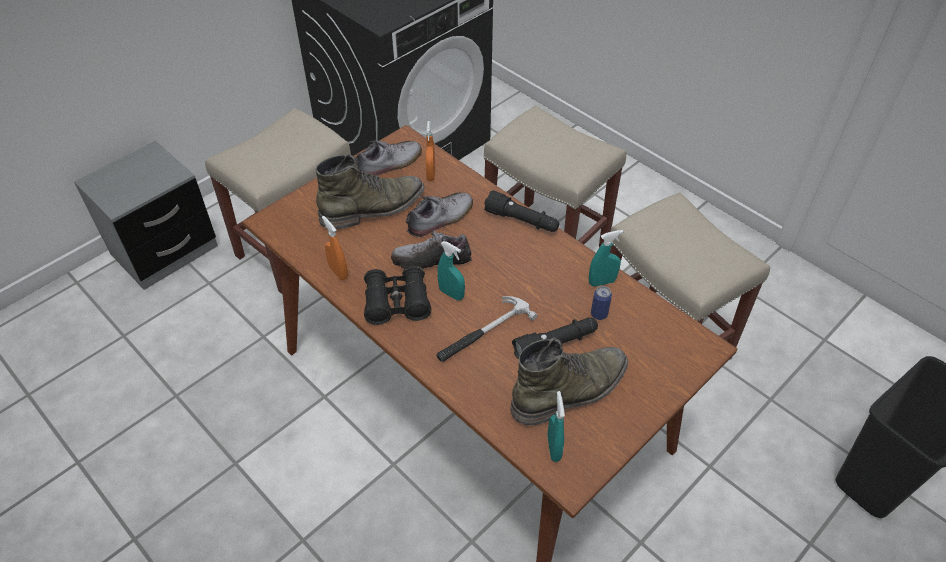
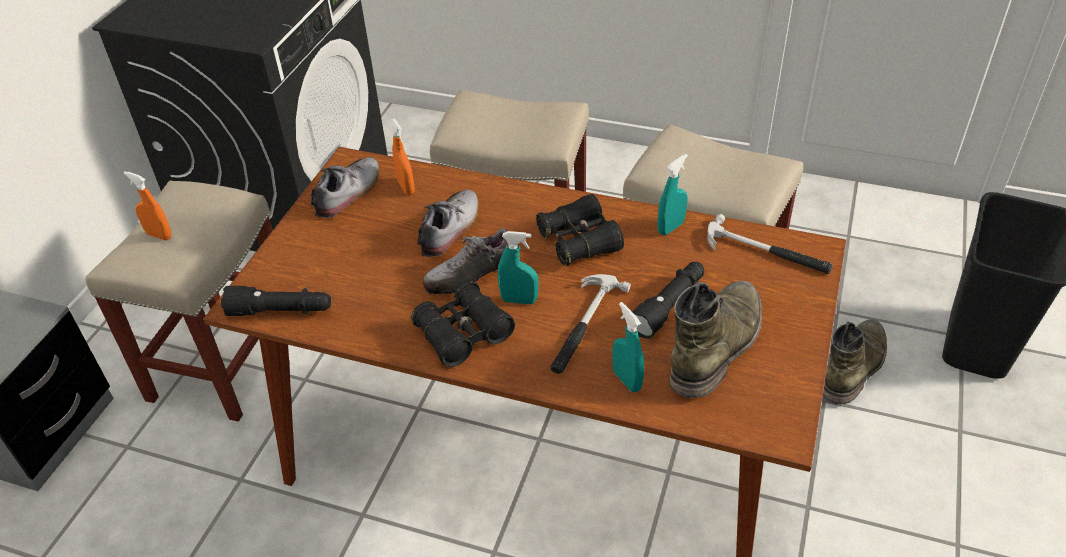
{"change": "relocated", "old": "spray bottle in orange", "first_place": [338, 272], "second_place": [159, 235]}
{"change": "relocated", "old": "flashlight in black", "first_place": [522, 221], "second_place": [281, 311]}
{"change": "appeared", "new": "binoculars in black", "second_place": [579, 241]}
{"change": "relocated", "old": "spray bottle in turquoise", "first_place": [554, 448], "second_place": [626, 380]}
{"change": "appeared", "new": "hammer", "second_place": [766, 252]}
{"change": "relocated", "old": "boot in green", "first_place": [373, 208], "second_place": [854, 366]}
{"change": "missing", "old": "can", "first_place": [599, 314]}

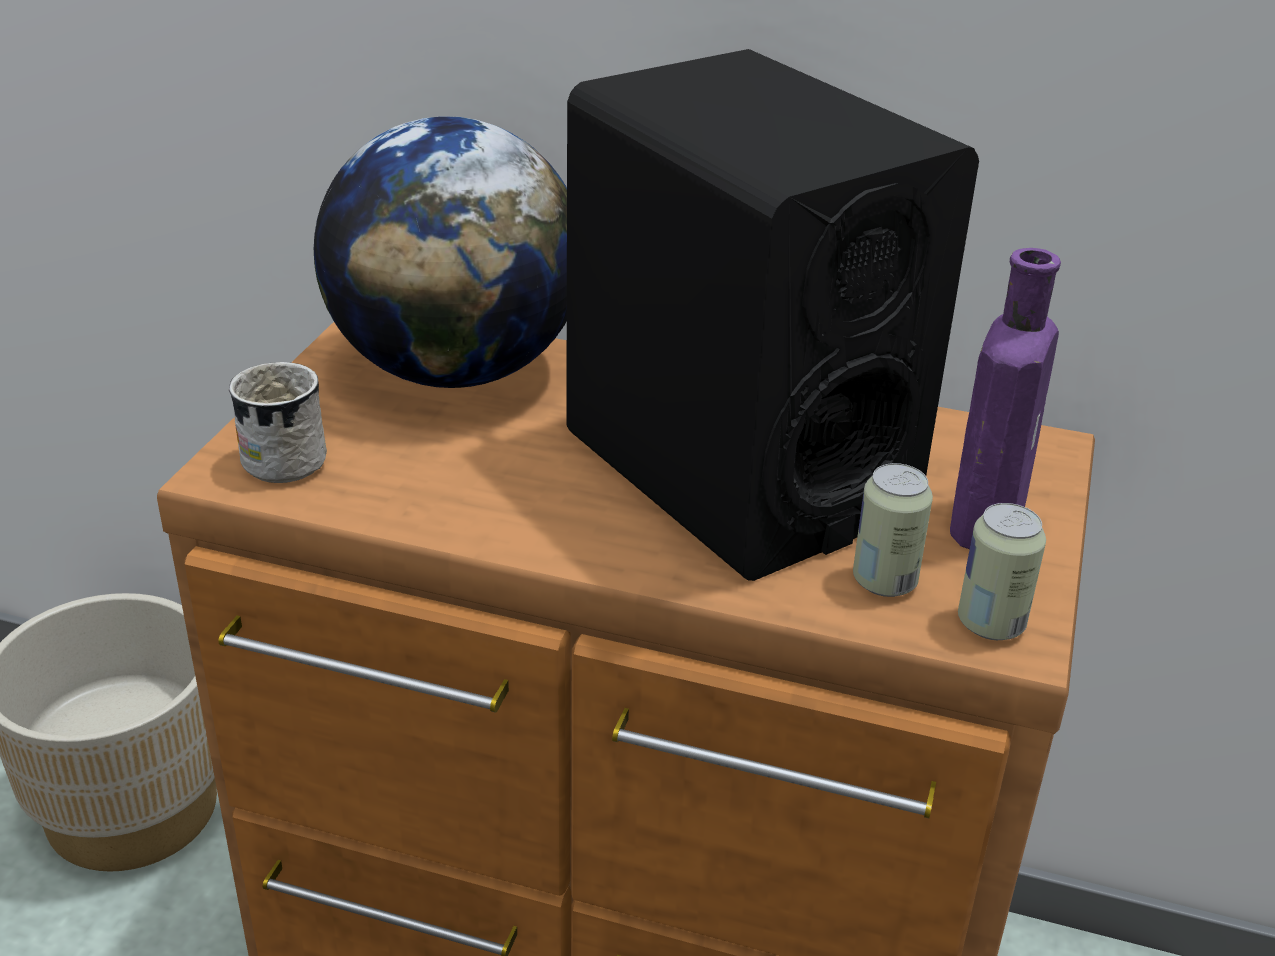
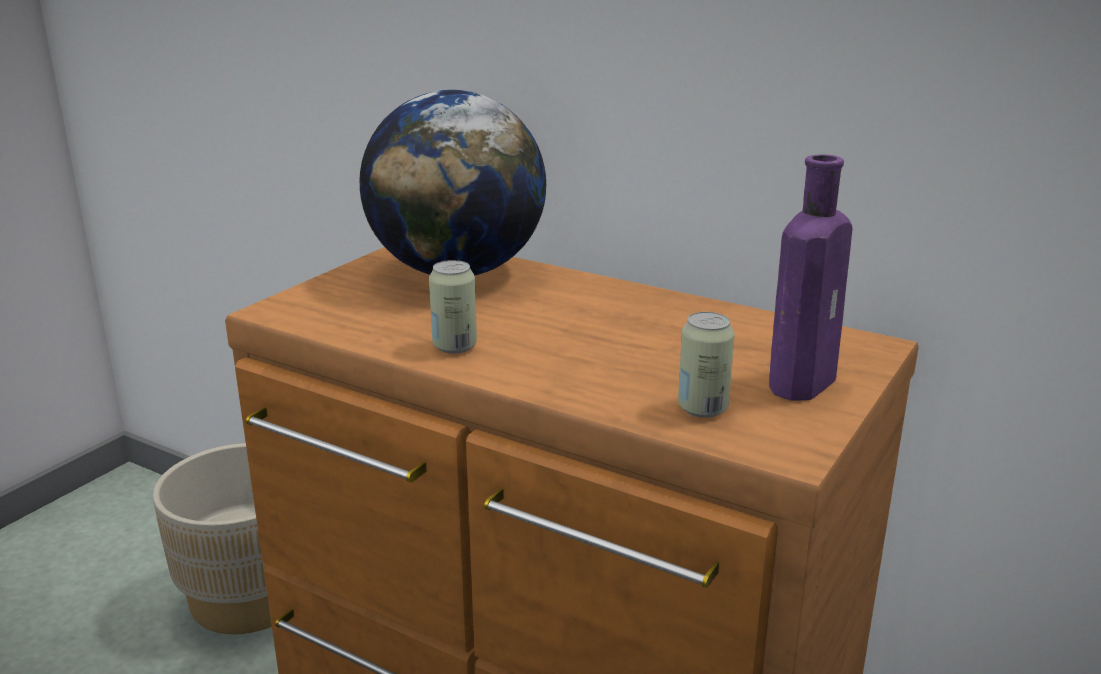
{"change": "relocated", "old": "can", "first_place": [990, 623], "second_place": [454, 346]}
{"change": "missing", "old": "mug in white", "first_place": [287, 455]}
{"change": "missing", "old": "speaker in black", "first_place": [736, 472]}

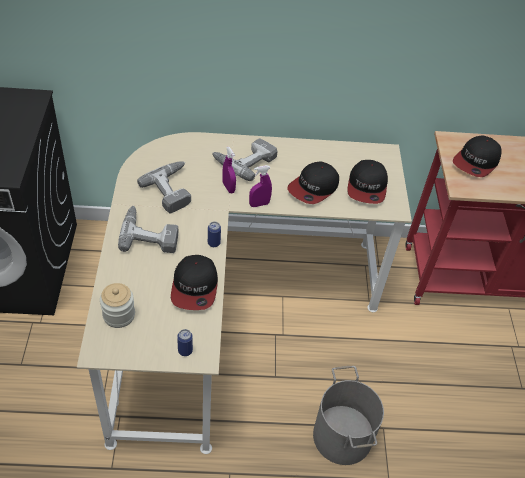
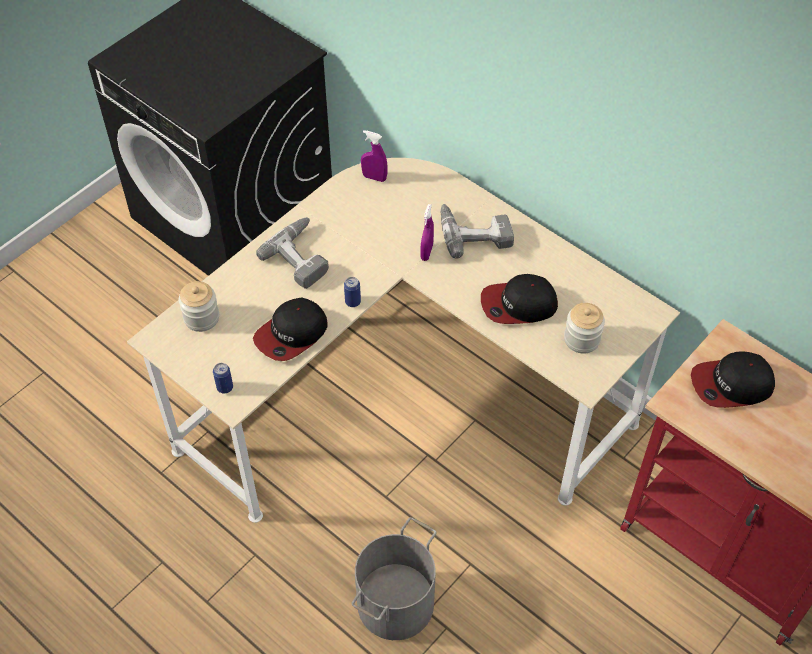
{"change": "relocated", "old": "spray bottle in purple", "first_place": [259, 204], "second_place": [374, 177]}
{"change": "exchanged", "old": "cap", "new": "jar", "first_place": [367, 187], "second_place": [581, 339]}
{"change": "missing", "old": "power drill", "first_place": [173, 189]}

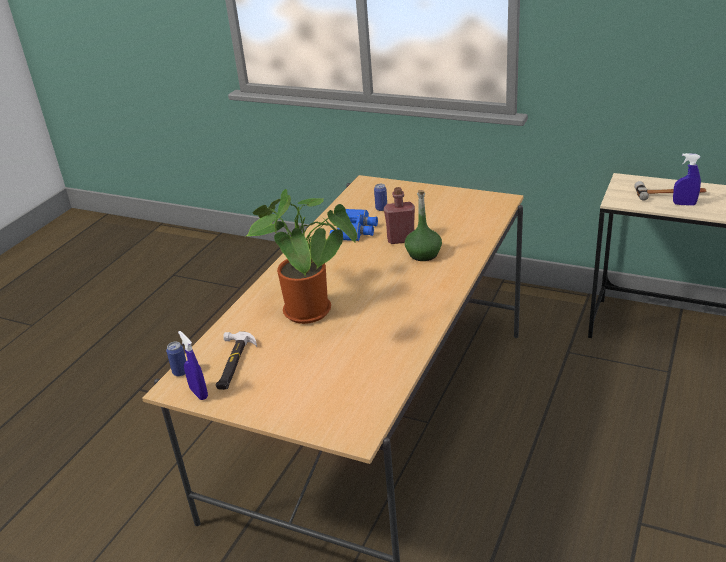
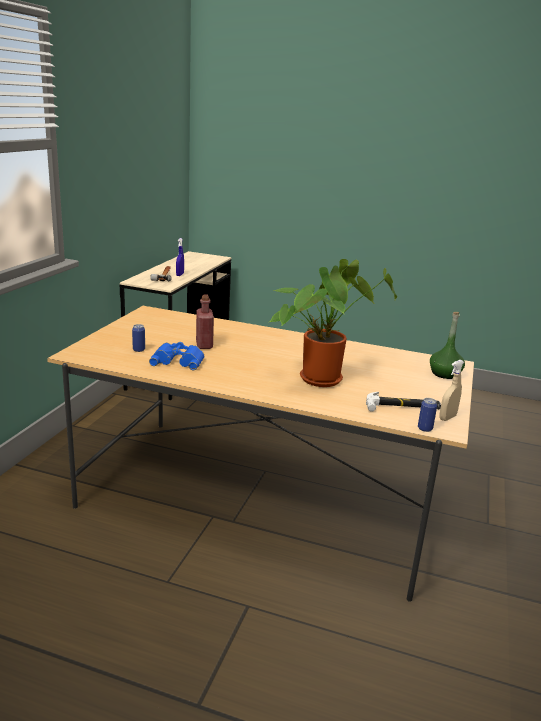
{"change": "relocated", "old": "bottle in green", "first_place": [423, 254], "second_place": [444, 374]}
{"change": "colour", "old": "spray bottle in blue", "new": "spray bottle in beige", "first_place": [199, 393], "second_place": [447, 418]}

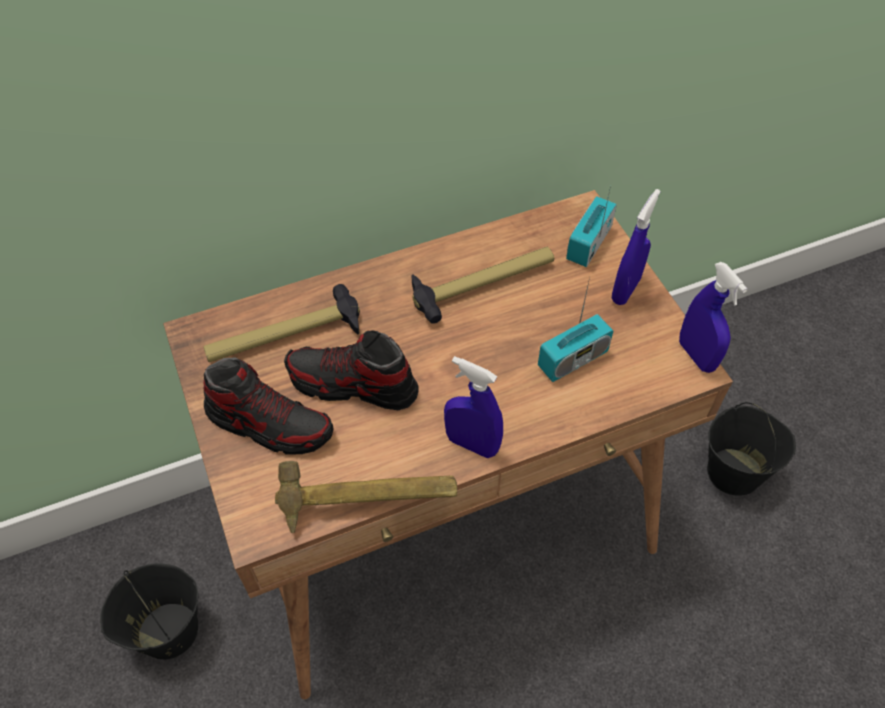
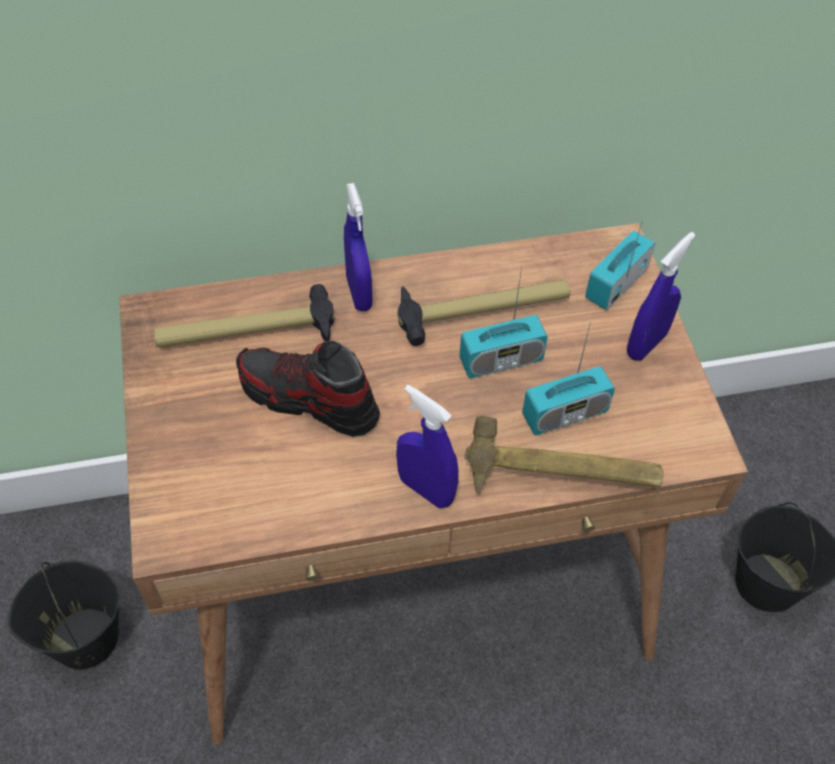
{"change": "relocated", "old": "spray bottle in blue", "first_place": [696, 355], "second_place": [359, 293]}
{"change": "appeared", "new": "radio", "second_place": [501, 360]}
{"change": "relocated", "old": "hammer", "first_place": [368, 504], "second_place": [559, 480]}
{"change": "missing", "old": "shoe", "first_place": [270, 424]}

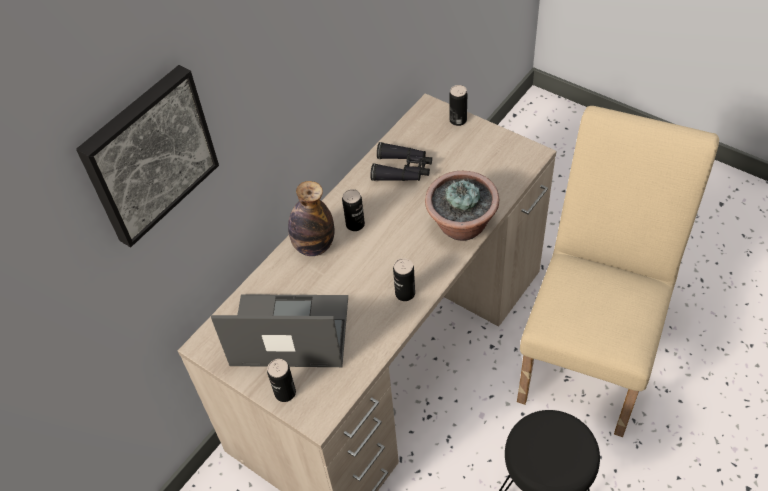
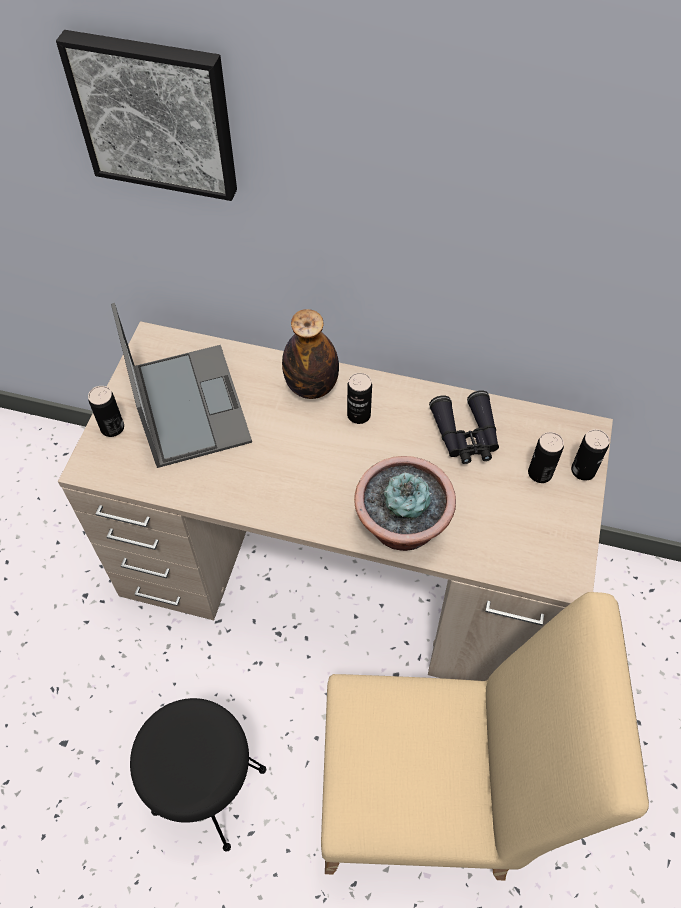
{"change": "relocated", "old": "can", "first_place": [405, 293], "second_place": [540, 473]}

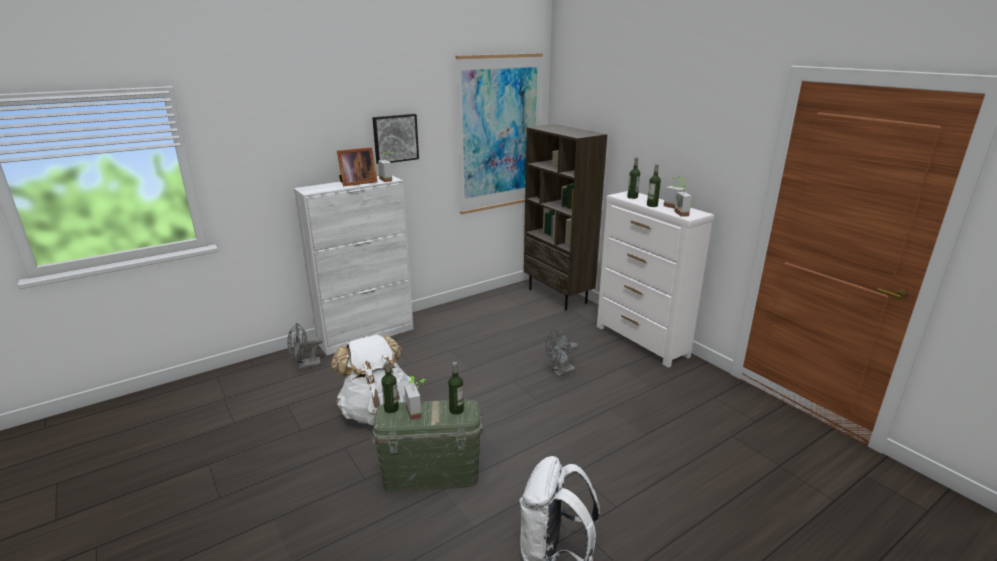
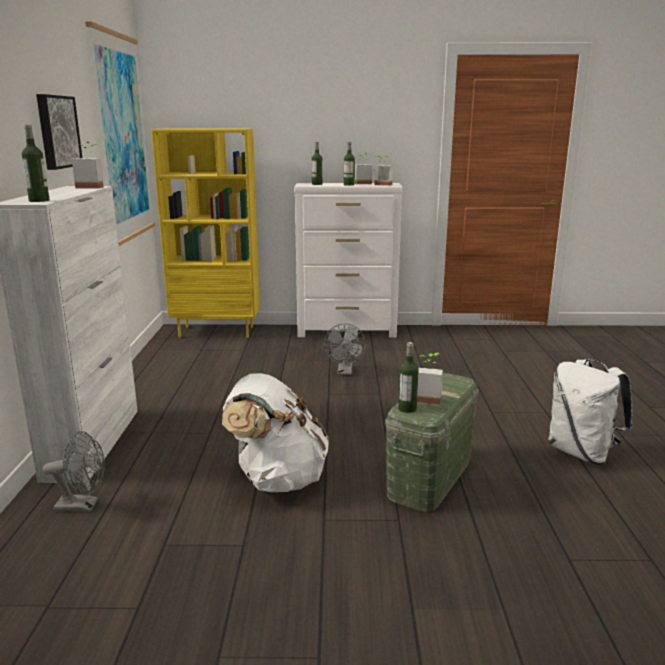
{"change": "relocated", "old": "bottle", "first_place": [456, 410], "second_place": [39, 200]}
{"change": "spun", "old": "fan in grey", "first_place": [305, 365], "second_place": [83, 505], "degrees": -105}
{"change": "colour", "old": "bookcase in brown", "new": "bookcase in yellow", "first_place": [558, 296], "second_place": [217, 331]}
{"change": "missing", "old": "picture frame", "first_place": [356, 183]}

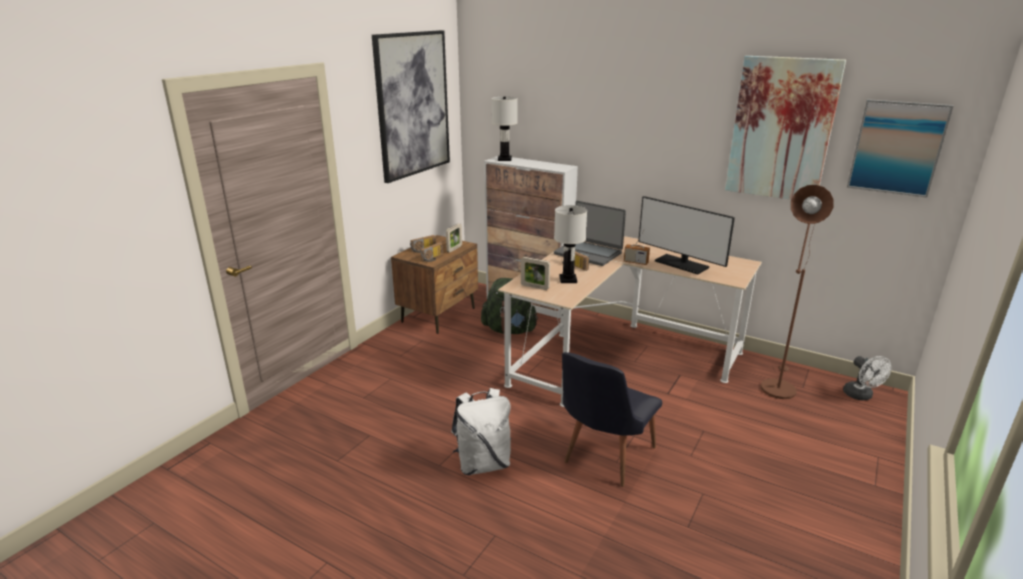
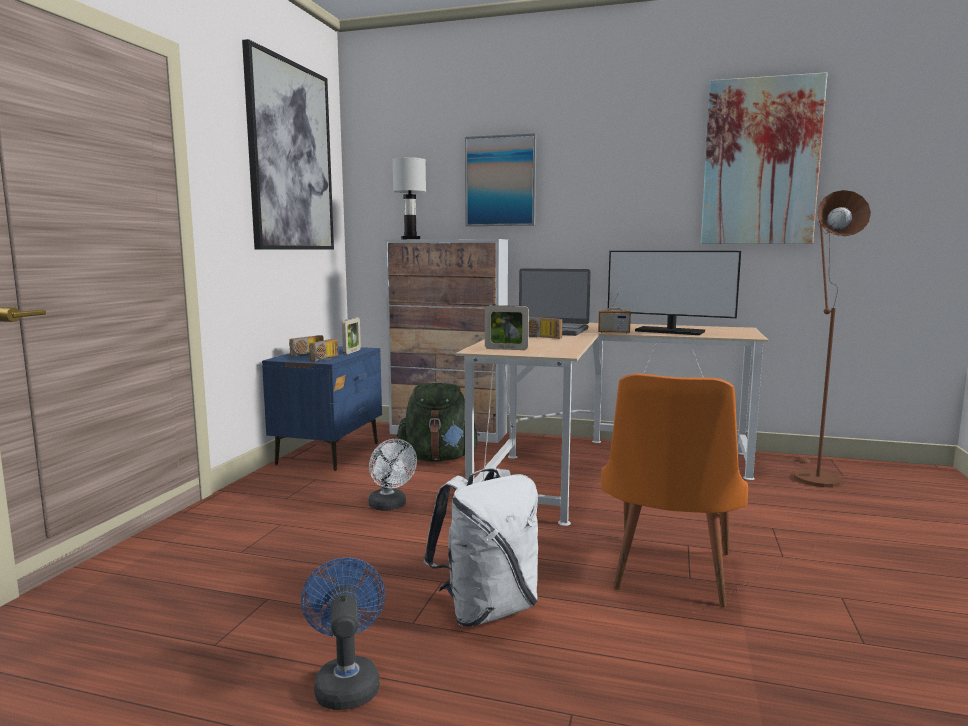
{"change": "colour", "old": "nightstand in brown", "new": "nightstand in blue", "first_place": [439, 315], "second_place": [329, 453]}
{"change": "appeared", "new": "fan in blue", "second_place": [346, 682]}
{"change": "relocated", "old": "fan in white", "first_place": [861, 396], "second_place": [390, 506]}
{"change": "relocated", "old": "picture", "first_place": [897, 147], "second_place": [500, 181]}
{"change": "colour", "old": "chair in black", "new": "chair in orange", "first_place": [603, 458], "second_place": [668, 576]}
{"change": "missing", "old": "table lamp in white", "first_place": [567, 280]}

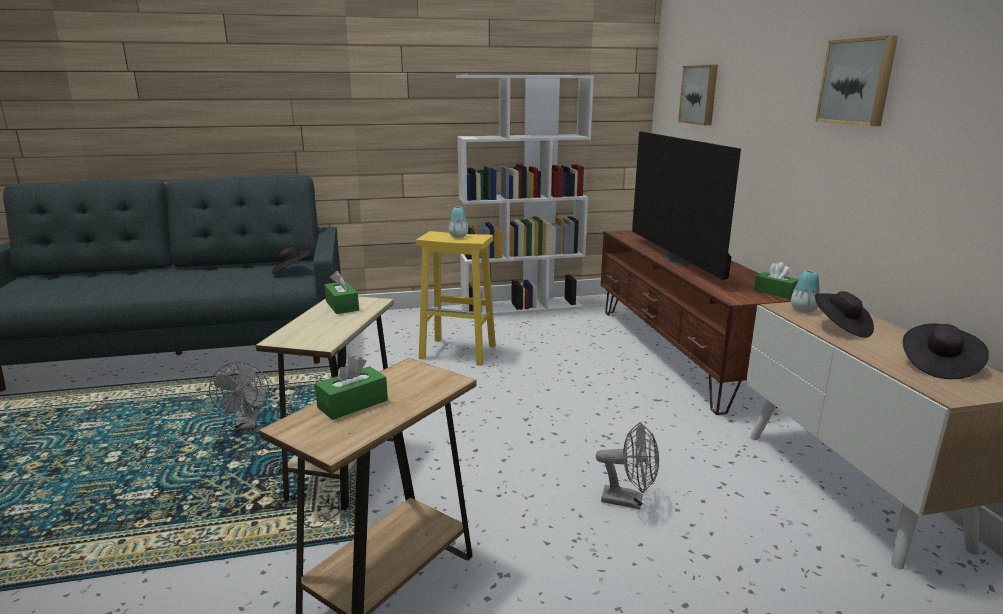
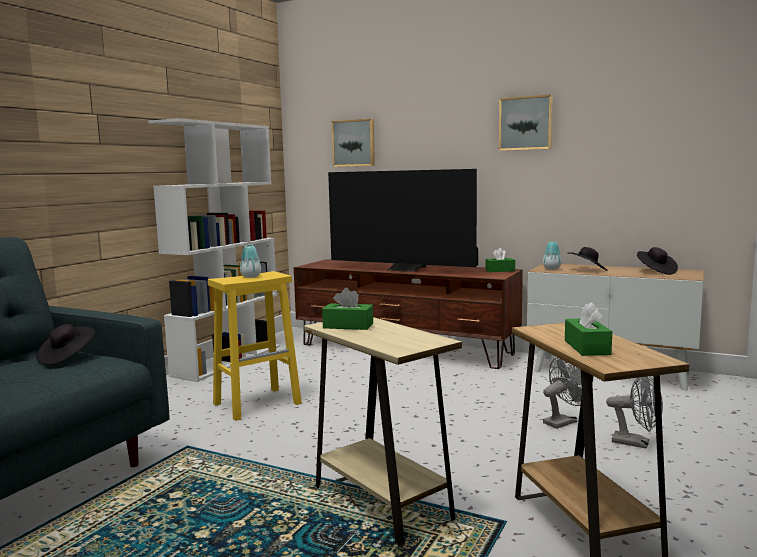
{"change": "relocated", "old": "fan in grey", "first_place": [247, 425], "second_place": [636, 443]}

